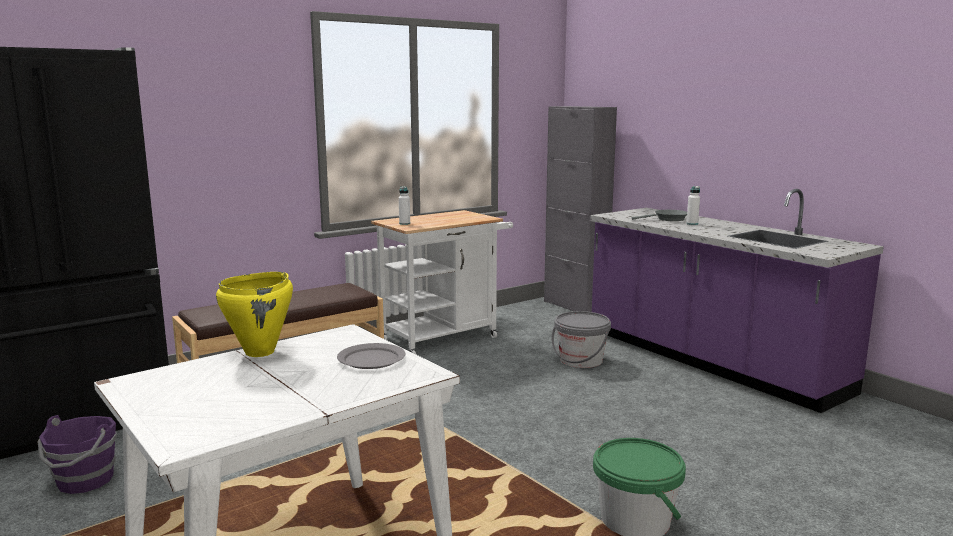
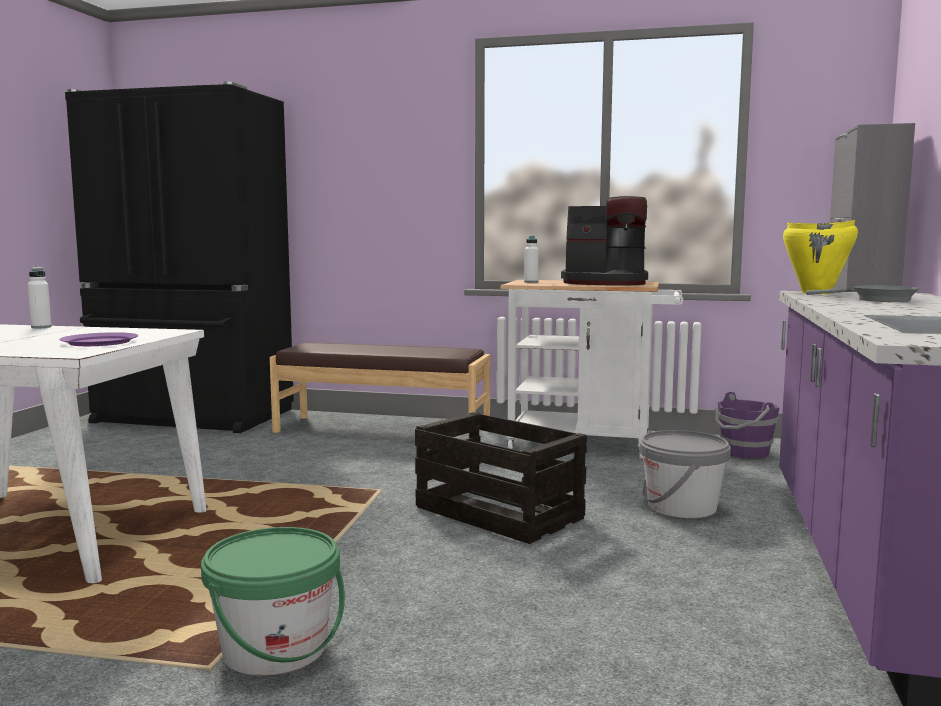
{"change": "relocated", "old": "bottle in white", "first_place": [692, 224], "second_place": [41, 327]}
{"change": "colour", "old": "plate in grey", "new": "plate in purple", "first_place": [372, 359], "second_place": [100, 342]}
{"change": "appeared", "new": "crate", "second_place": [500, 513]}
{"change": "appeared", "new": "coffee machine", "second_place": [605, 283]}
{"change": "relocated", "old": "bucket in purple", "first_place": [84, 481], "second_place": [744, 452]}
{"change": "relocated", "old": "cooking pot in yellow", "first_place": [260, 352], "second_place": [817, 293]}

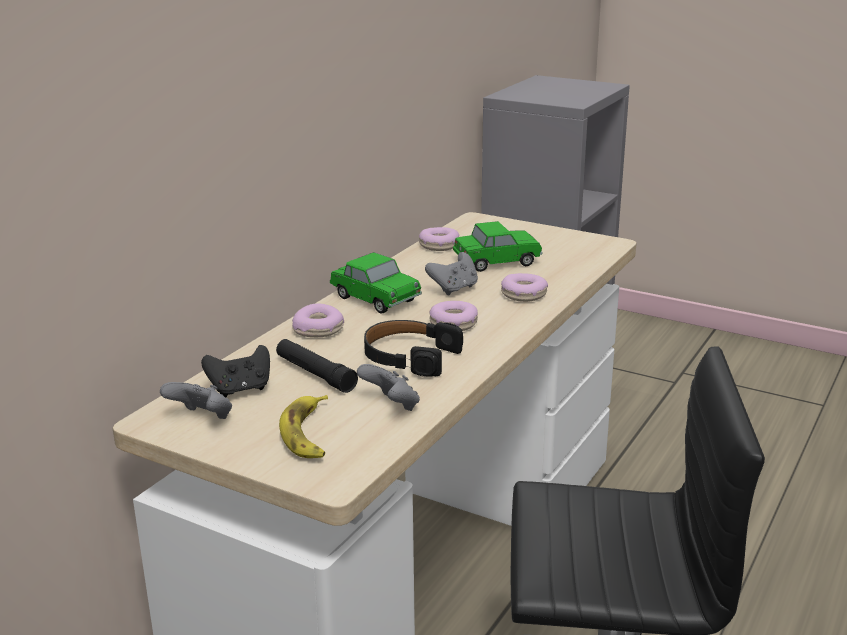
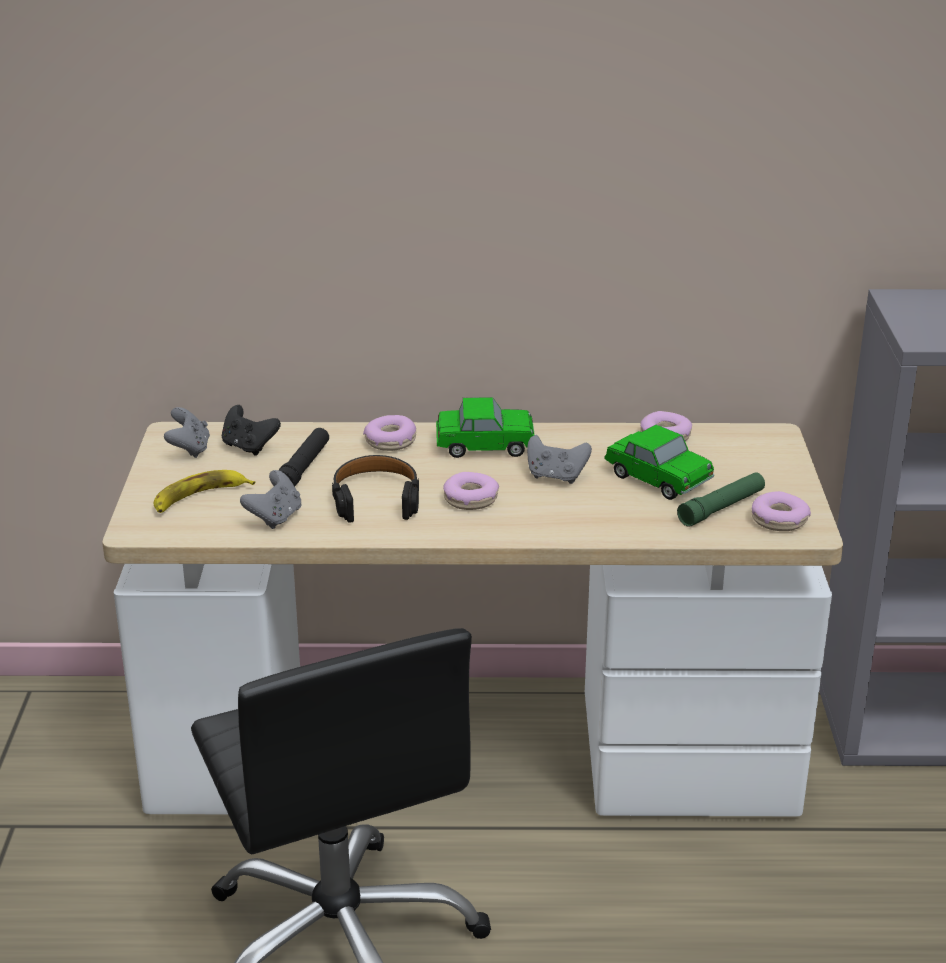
{"change": "spun", "old": "toy car", "first_place": [375, 299], "second_place": [485, 446], "degrees": -105}
{"change": "appeared", "new": "flashlight in green", "second_place": [721, 508]}
{"change": "relocated", "old": "donut", "first_place": [524, 294], "second_place": [779, 520]}

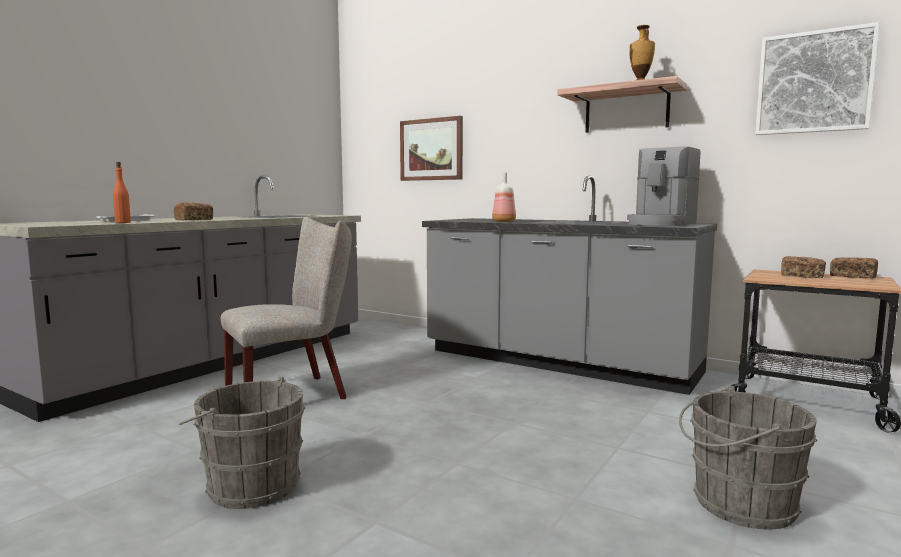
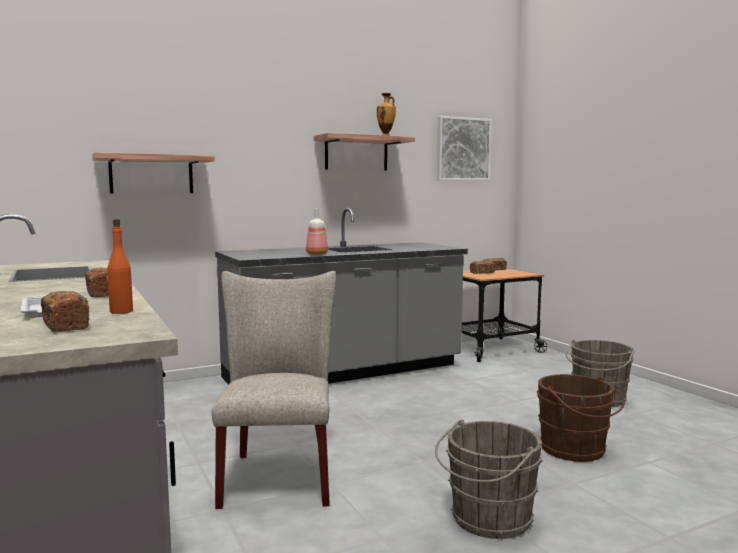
{"change": "appeared", "new": "bread", "second_place": [65, 325]}
{"change": "exchanged", "old": "picture", "new": "shelf", "first_place": [431, 149], "second_place": [151, 174]}
{"change": "appeared", "new": "bucket in brown", "second_place": [575, 450]}
{"change": "missing", "old": "coffee machine", "first_place": [661, 224]}

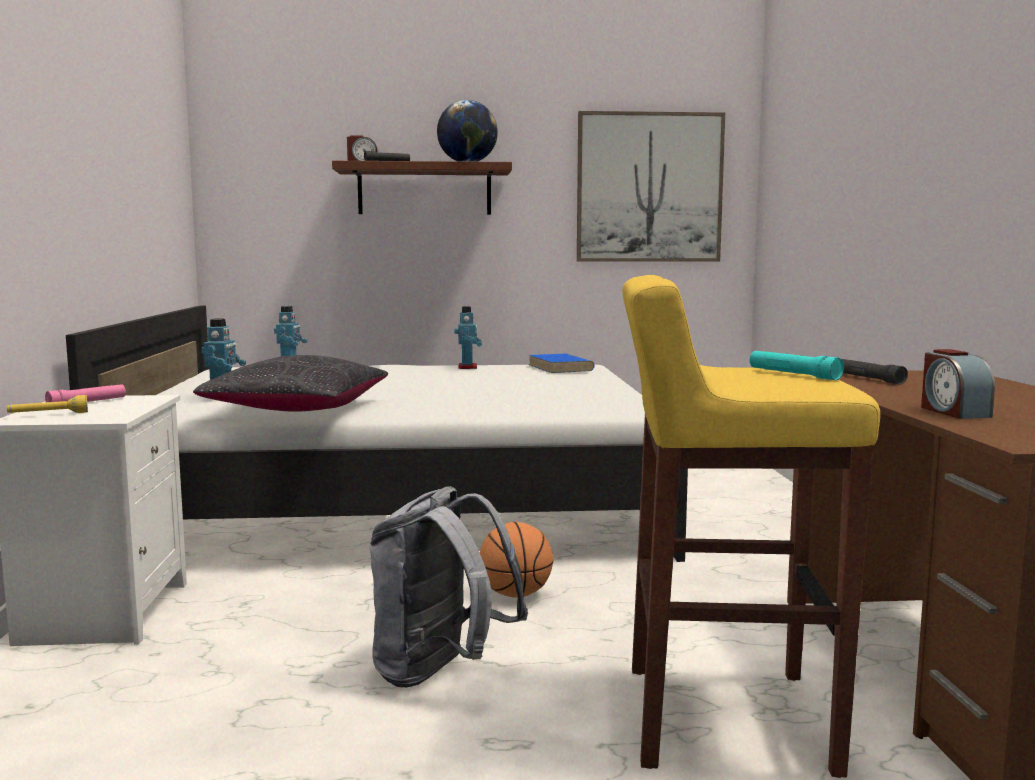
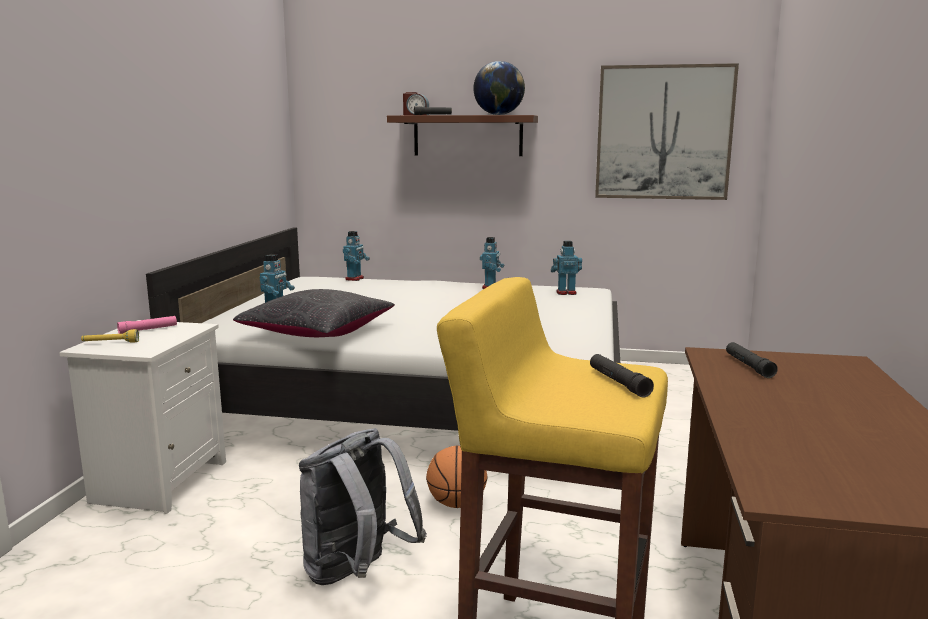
{"change": "exchanged", "old": "book in blue", "new": "toy robot", "first_place": [560, 368], "second_place": [566, 293]}
{"change": "colour", "old": "flashlight in turquoise", "new": "flashlight in black", "first_place": [793, 374], "second_place": [618, 382]}
{"change": "missing", "old": "alarm clock", "first_place": [953, 412]}

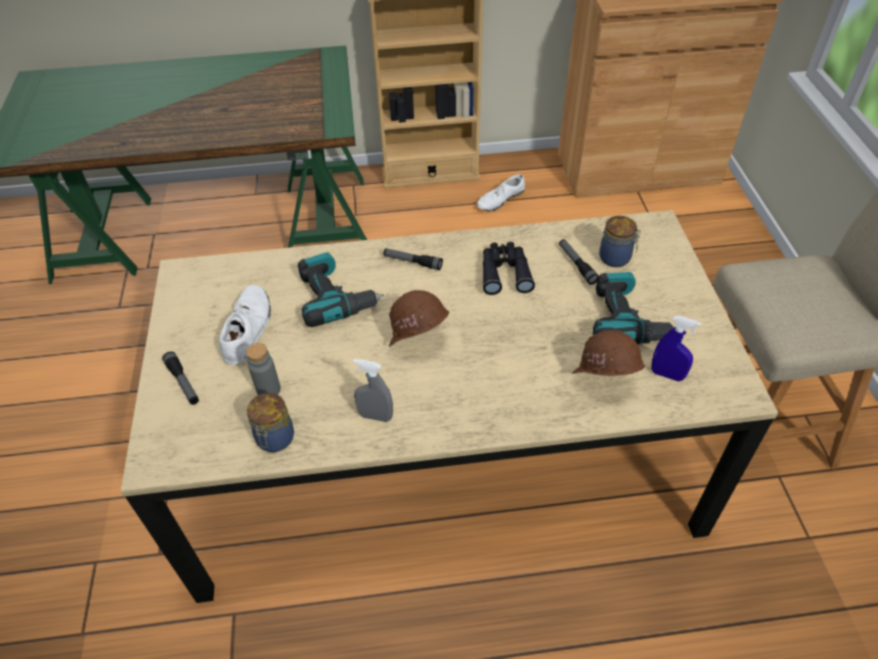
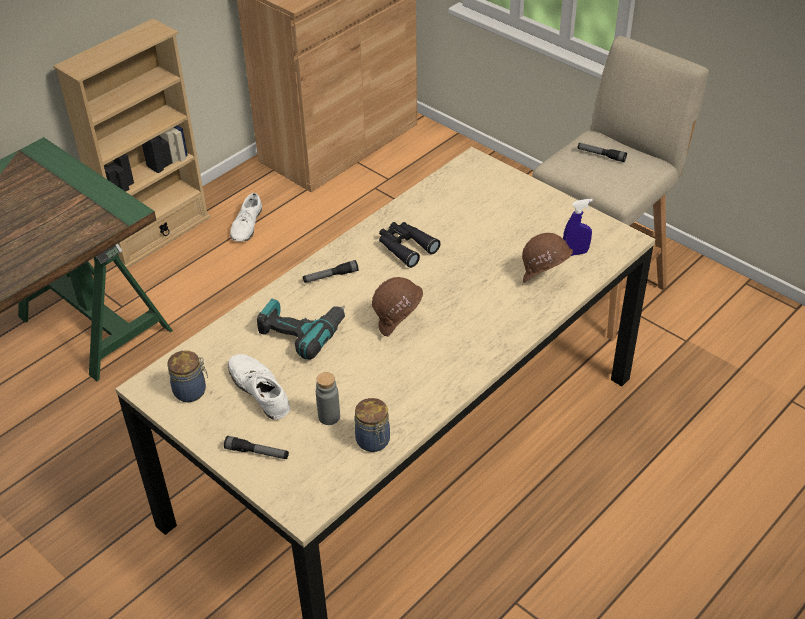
{"change": "relocated", "old": "jar", "first_place": [616, 258], "second_place": [191, 391]}
{"change": "relocated", "old": "flashlight", "first_place": [576, 265], "second_place": [601, 155]}
{"change": "missing", "old": "spray bottle in grey", "first_place": [375, 416]}
{"change": "missing", "old": "power drill", "first_place": [627, 320]}

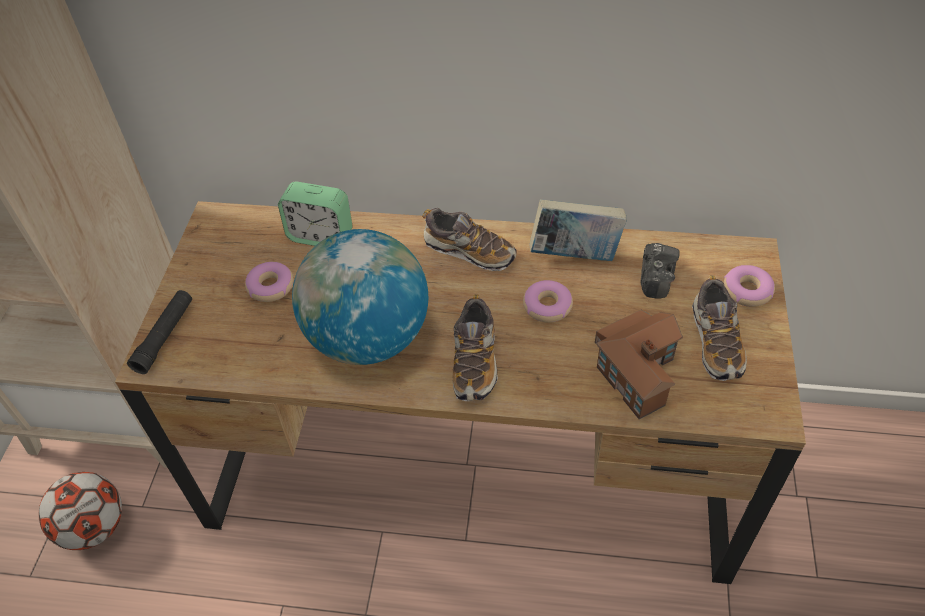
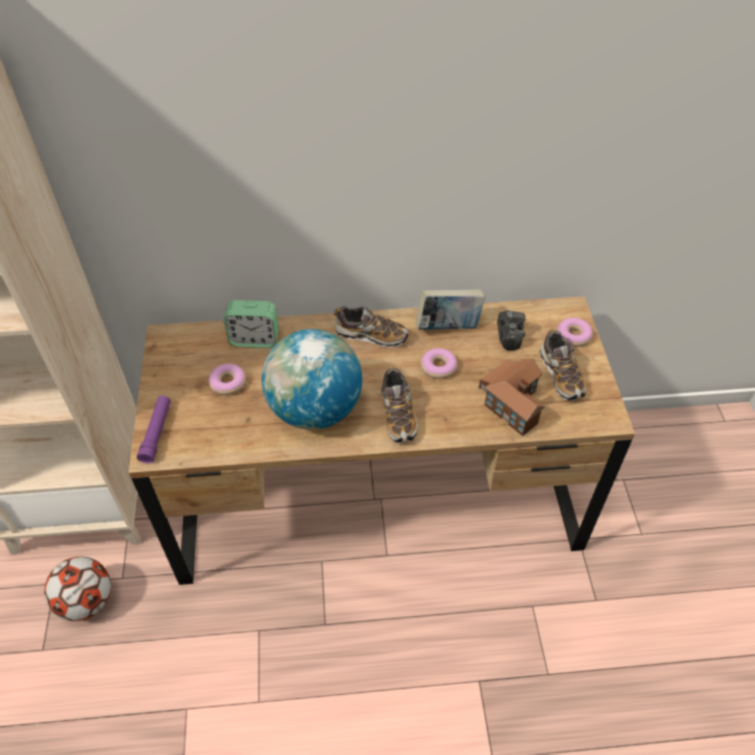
{"change": "colour", "old": "flashlight in black", "new": "flashlight in purple", "first_place": [165, 336], "second_place": [156, 432]}

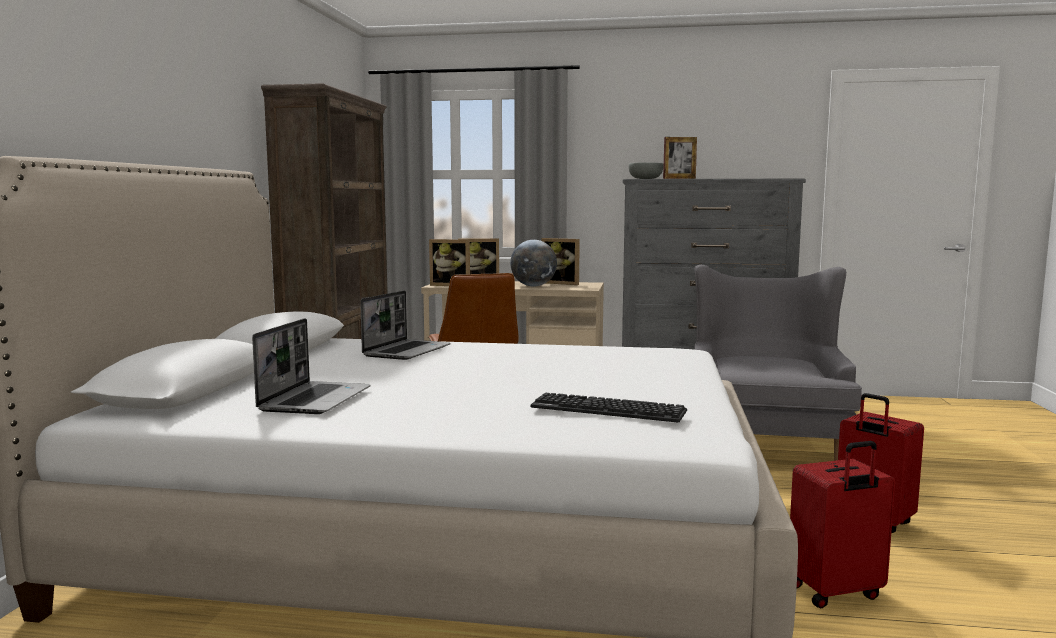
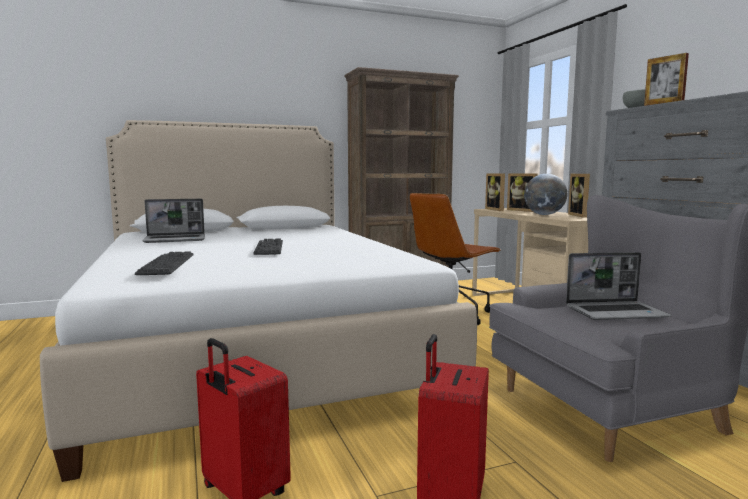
{"change": "appeared", "new": "keyboard", "second_place": [269, 248]}
{"change": "relocated", "old": "laptop", "first_place": [407, 351], "second_place": [616, 312]}

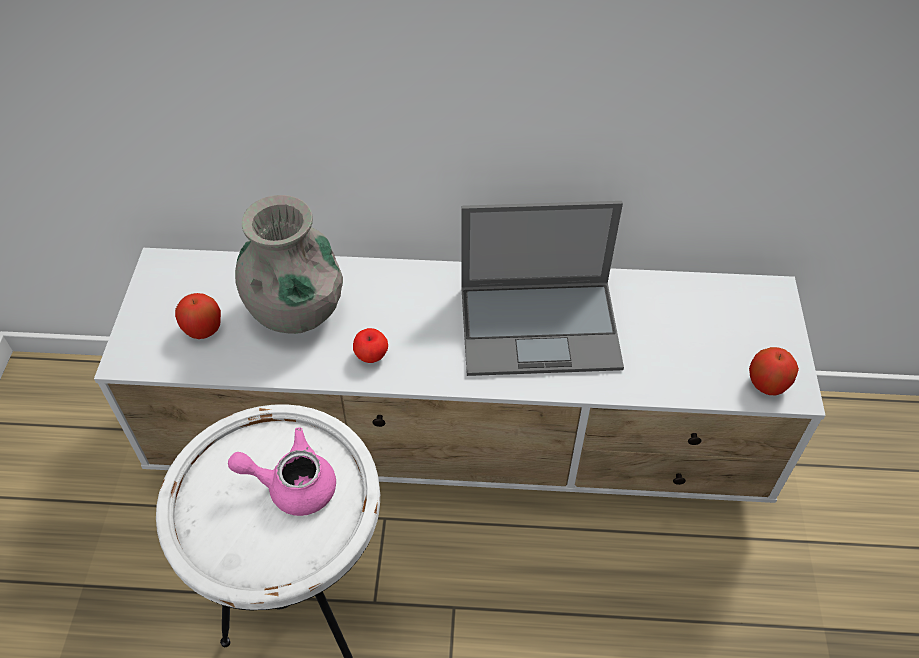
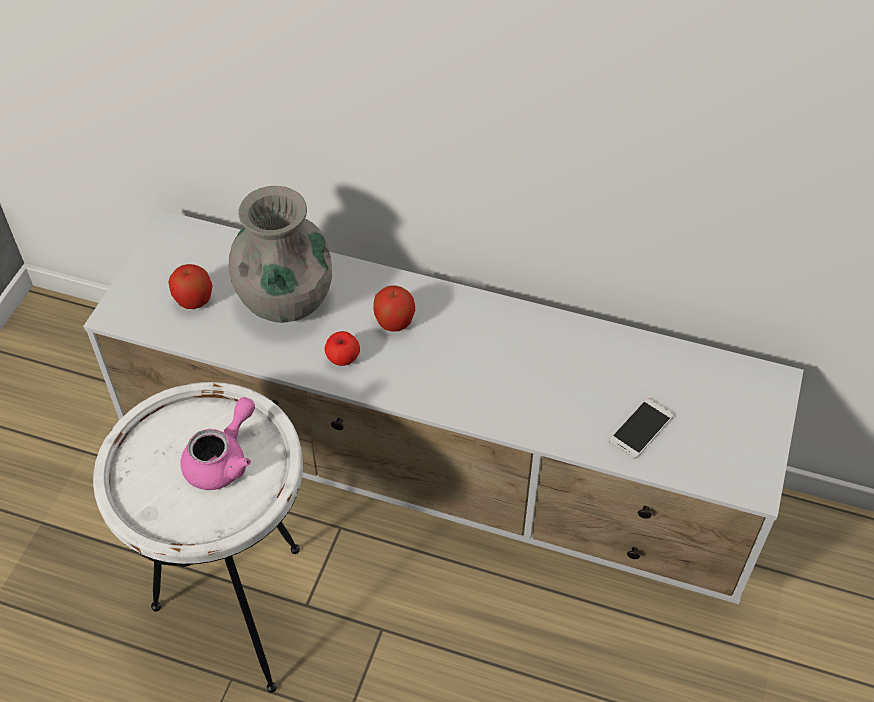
{"change": "spun", "old": "teapot in pink", "first_place": [292, 485], "second_place": [223, 460], "degrees": 105}
{"change": "relocated", "old": "apple", "first_place": [767, 384], "second_place": [394, 322]}
{"change": "appeared", "new": "phone", "second_place": [641, 428]}
{"change": "missing", "old": "laptop", "first_place": [541, 326]}

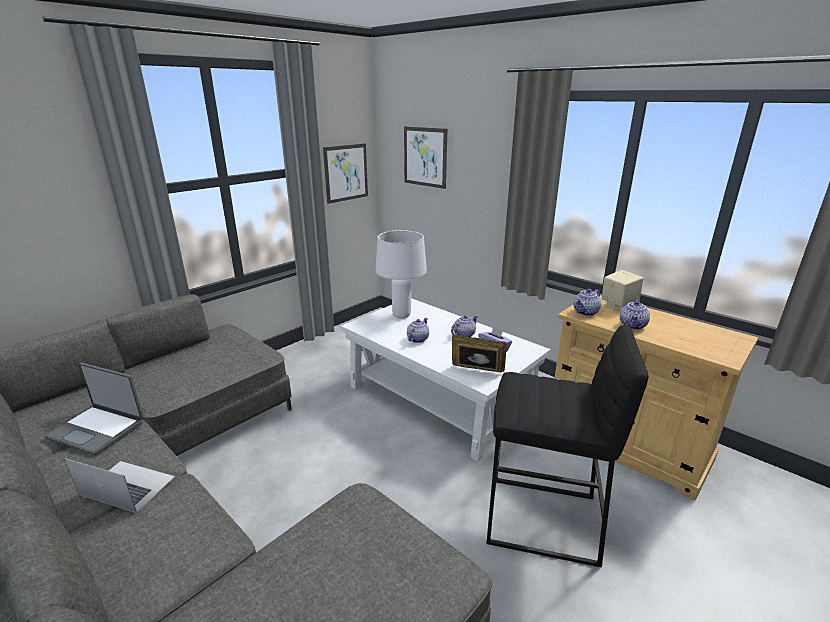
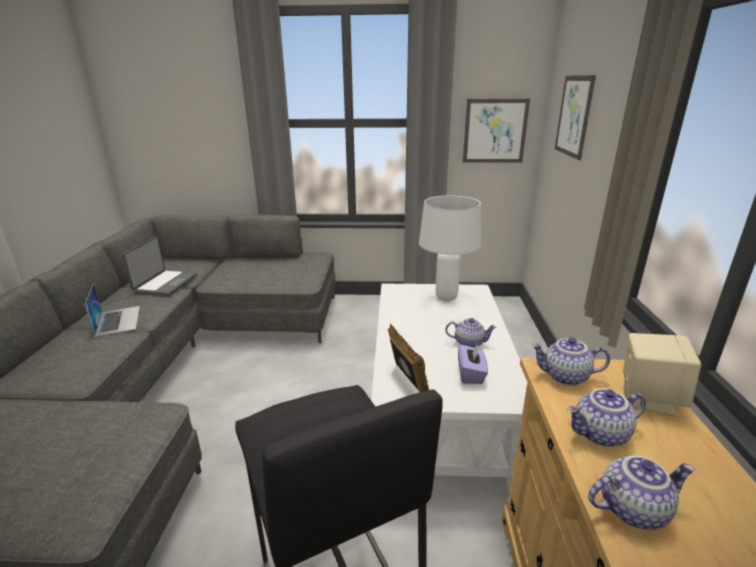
{"change": "spun", "old": "laptop", "first_place": [98, 429], "second_place": [165, 284], "degrees": -150}
{"change": "relocated", "old": "teapot", "first_place": [417, 339], "second_place": [632, 508]}

